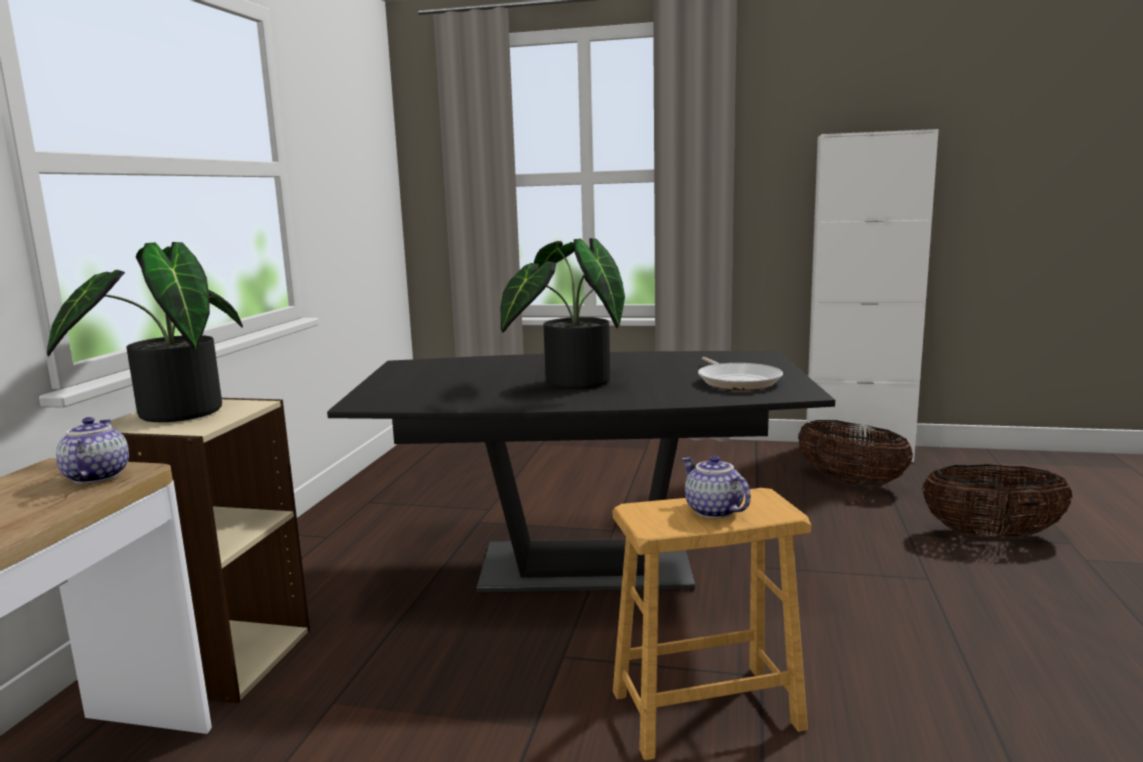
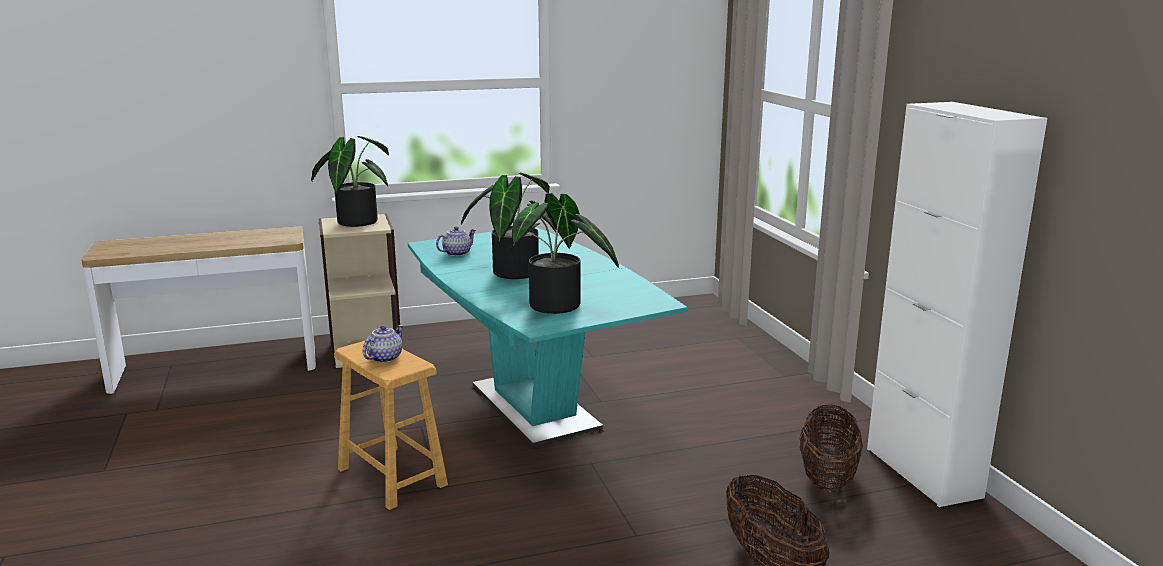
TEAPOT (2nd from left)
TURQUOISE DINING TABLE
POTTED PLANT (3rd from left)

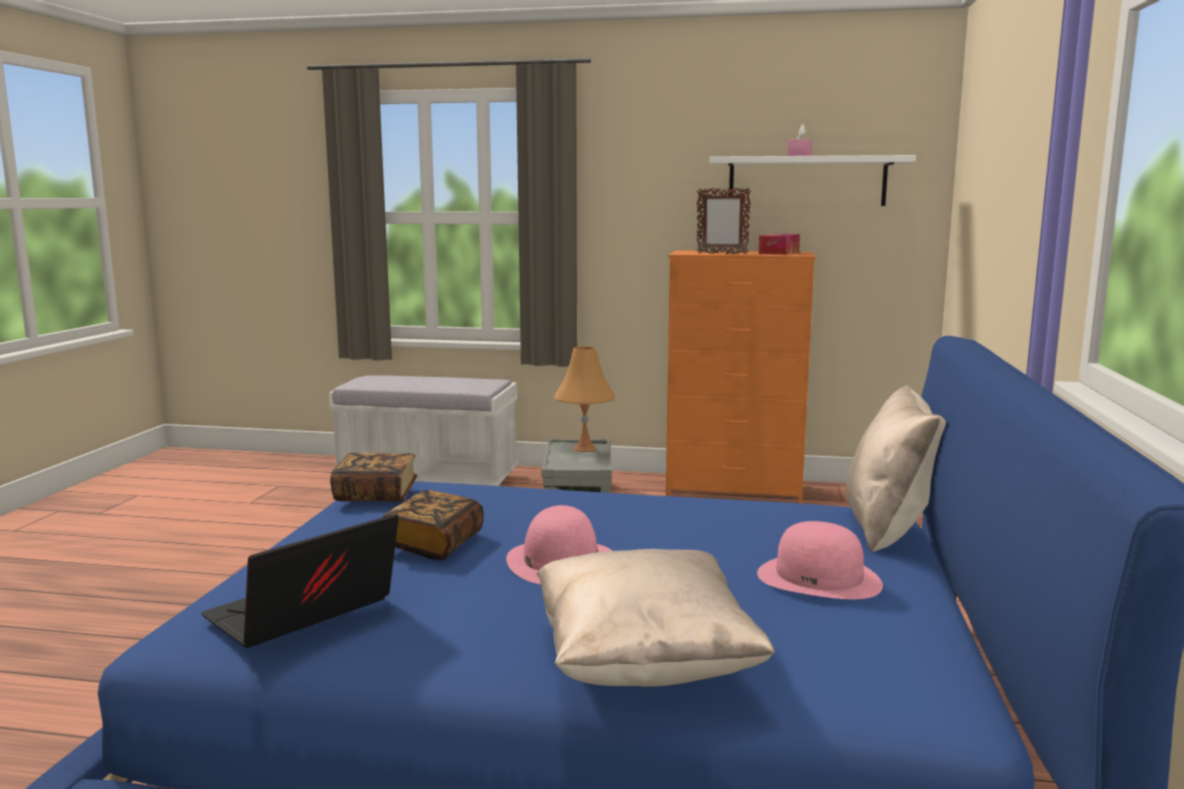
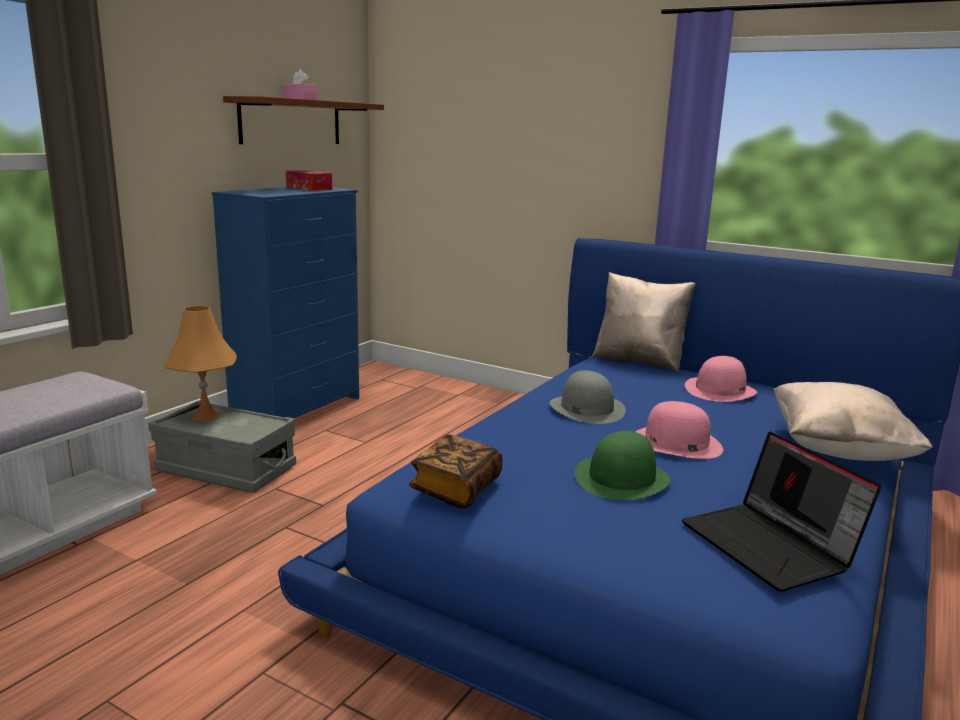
GREEN HAT
BLUE DRESSER
PICTURE FRAME
BROWN SHELF
GREY HAT

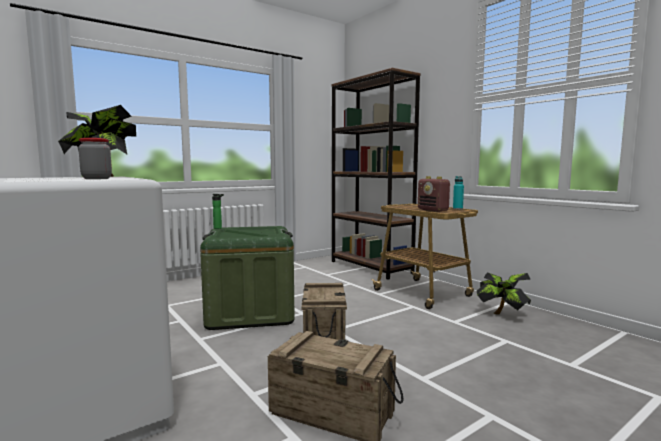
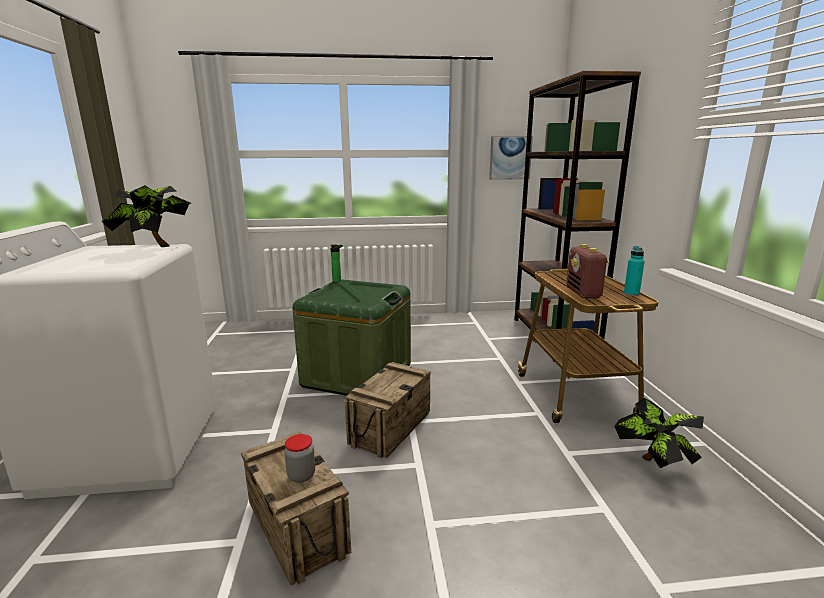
JAR
PICTURE

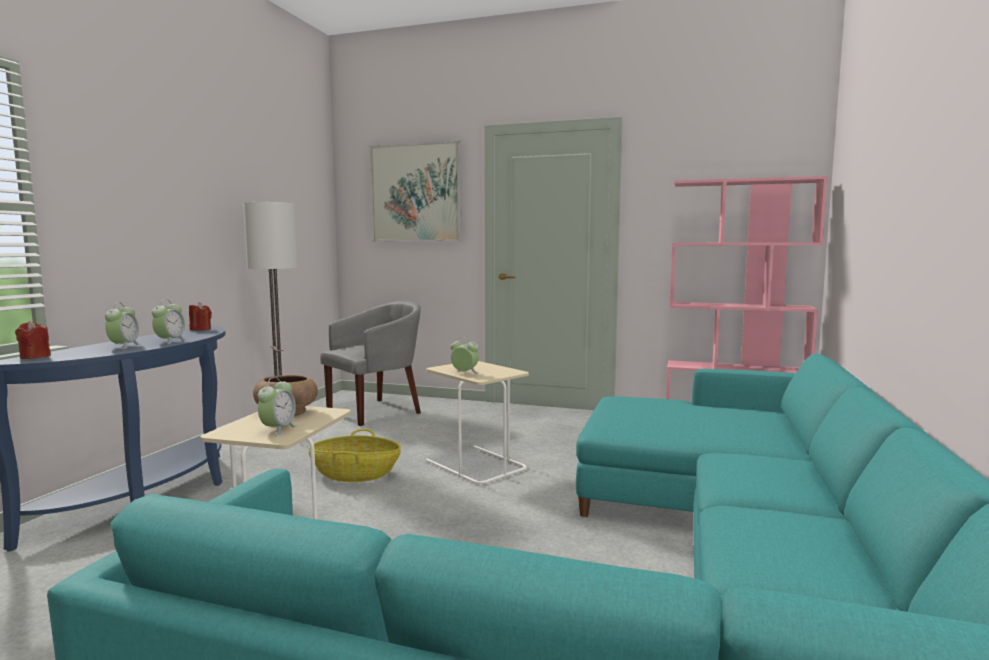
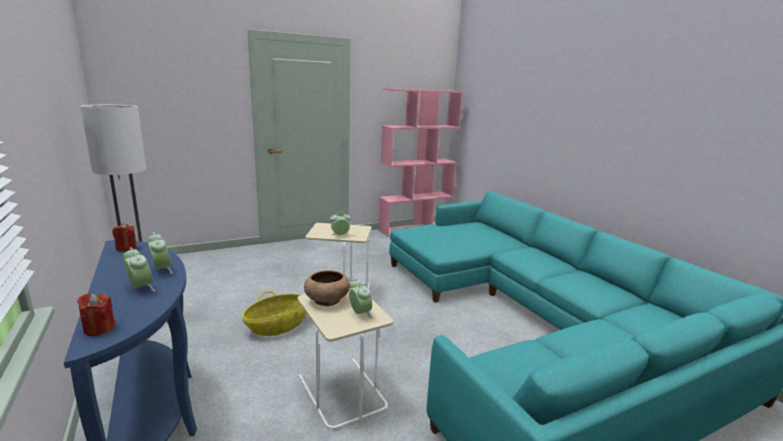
GREY ARMCHAIR
PICTURE

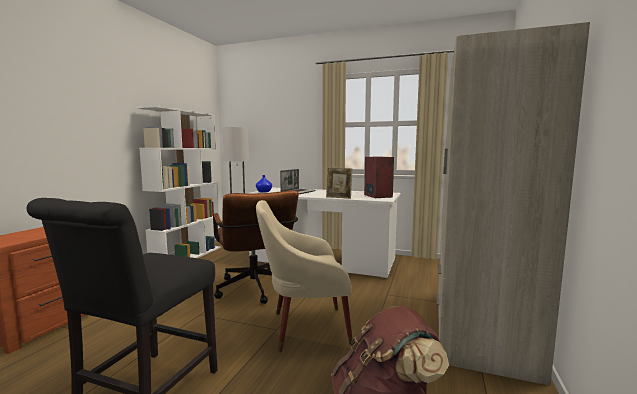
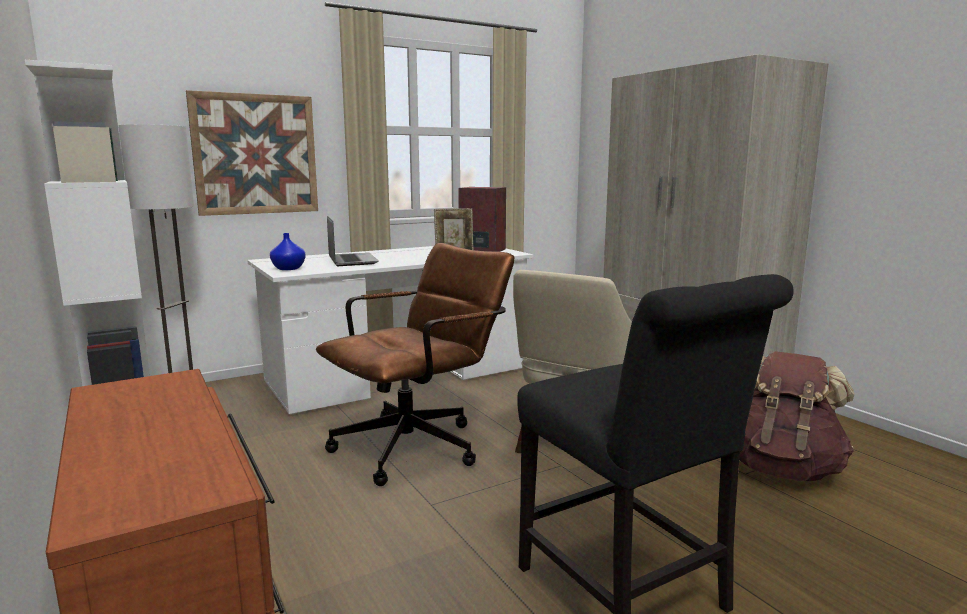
BROWN OFFICE CHAIR
PICTURE

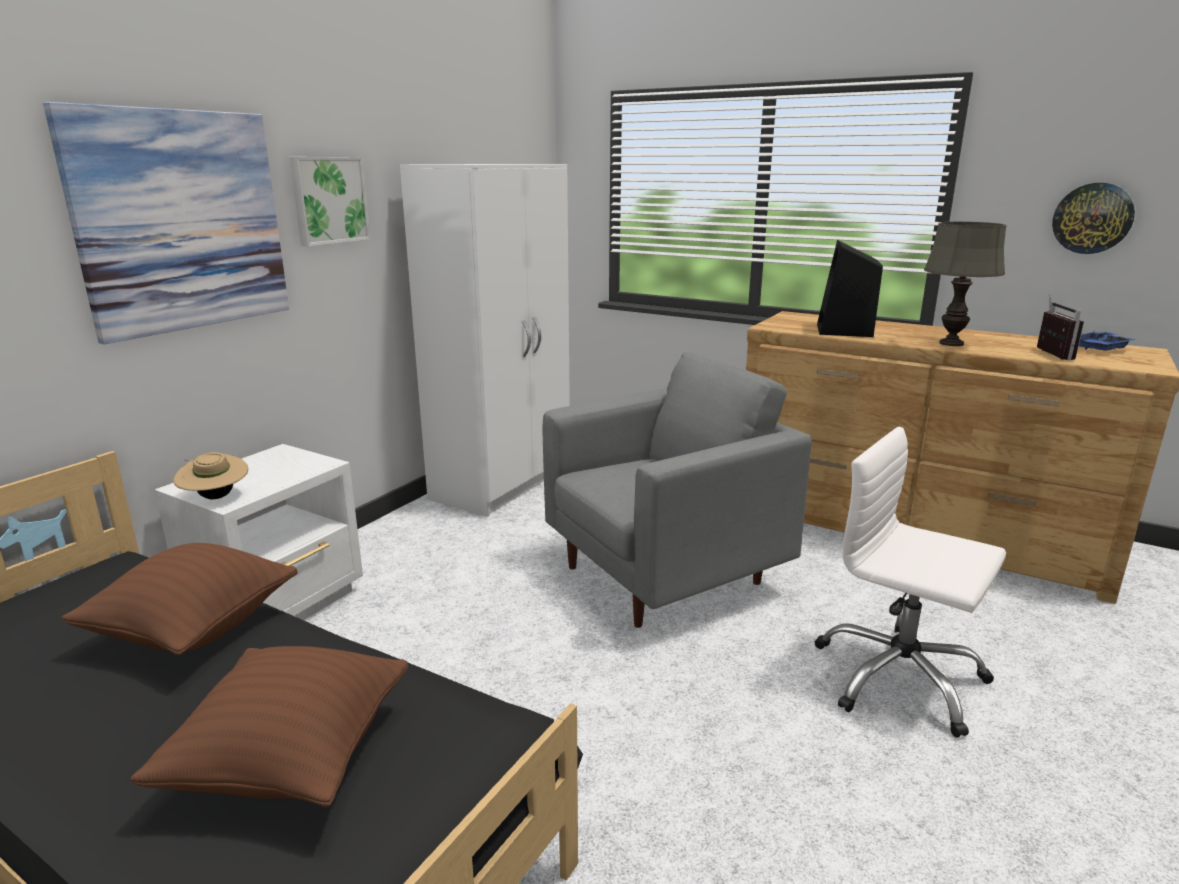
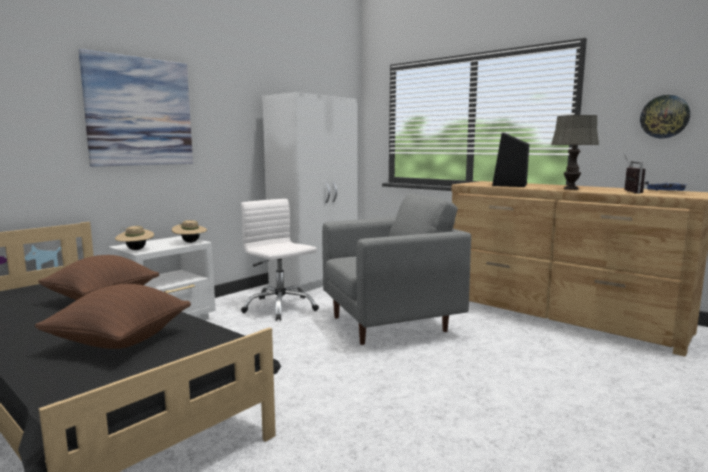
PICTURE (2nd from left in the first image)
WHITE OFFICE CHAIR
BEIGE HAT (2nd from left)

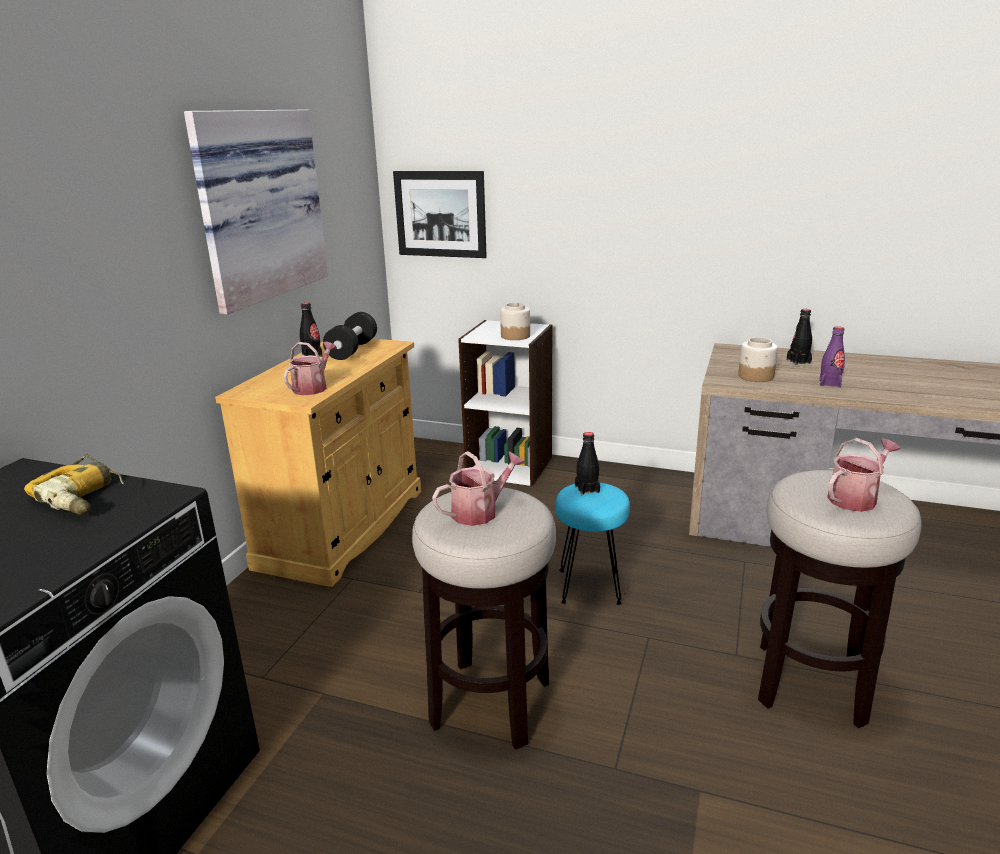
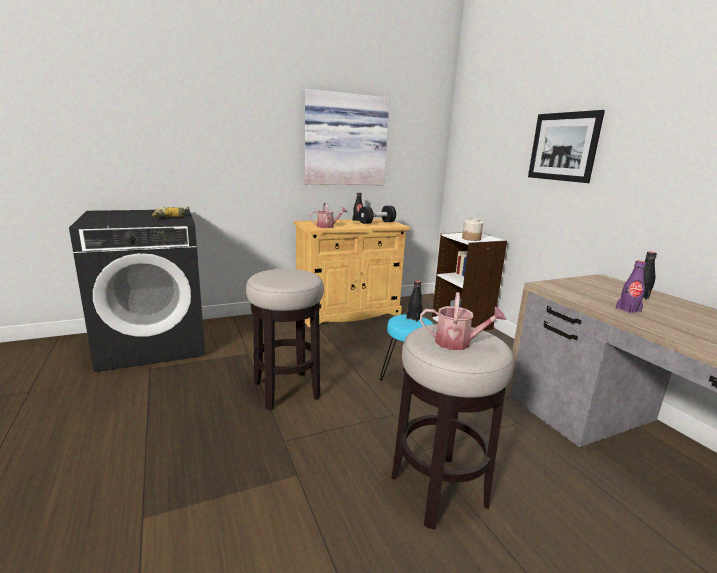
PICTURE (2nd from left)
WATERING CAN (2nd from left in the first image)
JAR (2nd from left in the first image)

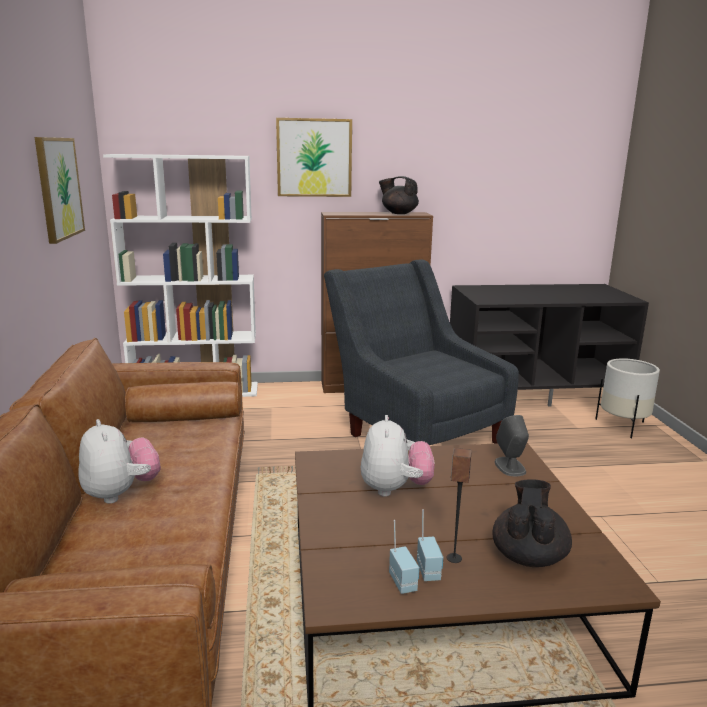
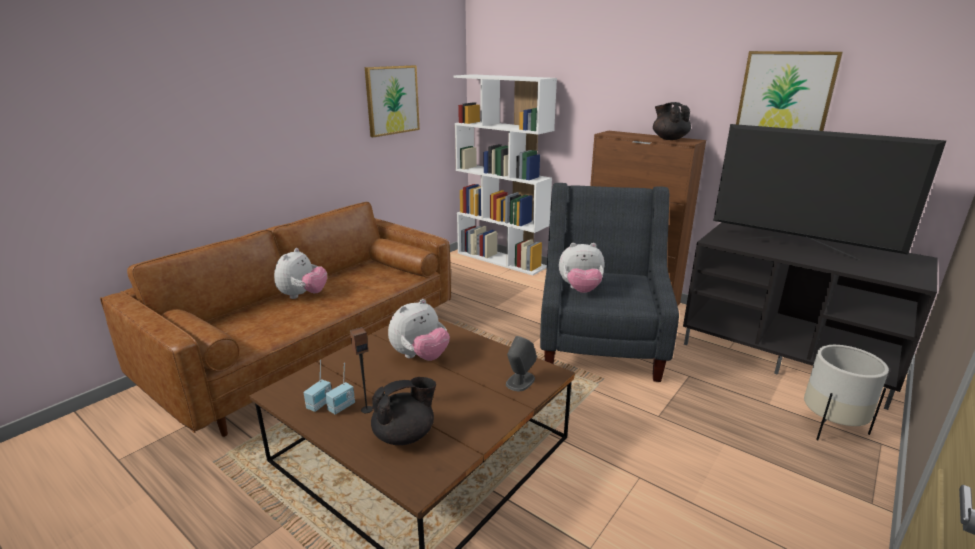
PICTURE (2nd from left)
PLUSH TOY (3rd from left)
TELEVISION

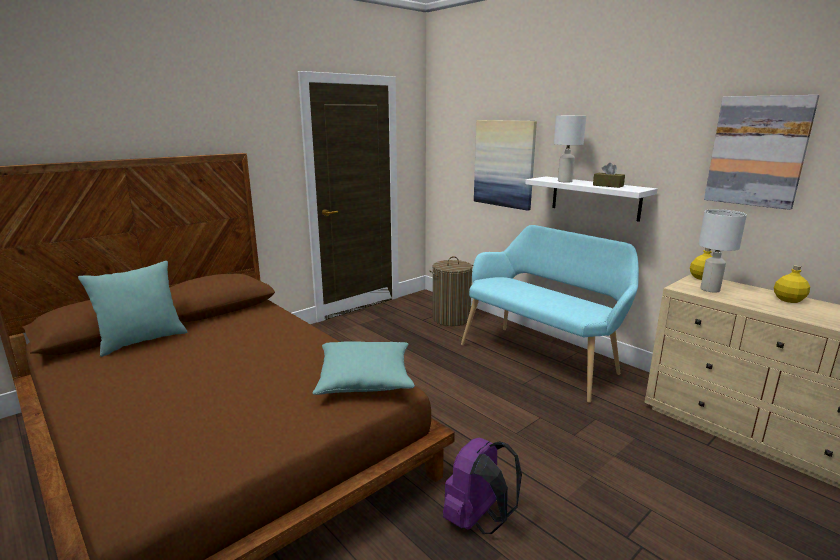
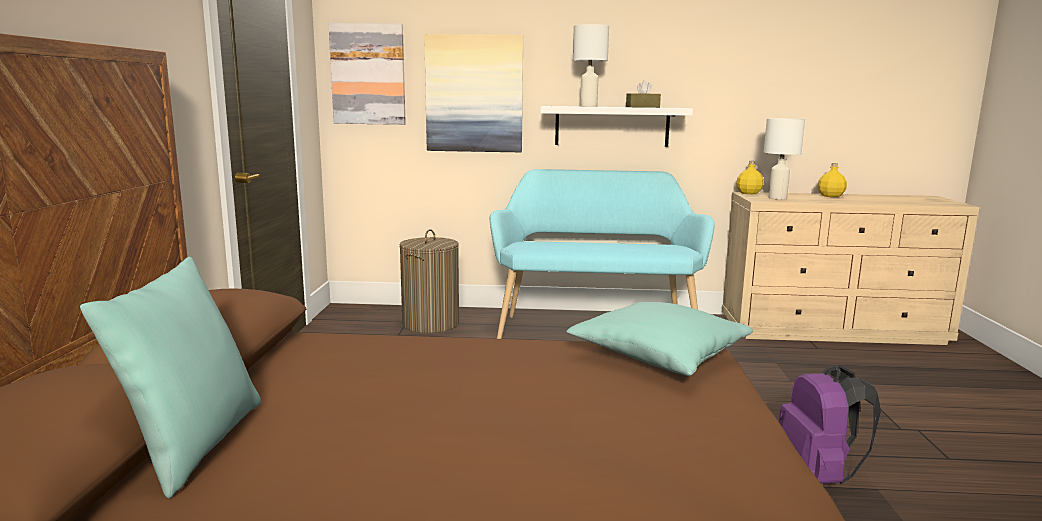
PICTURE (1st from left)

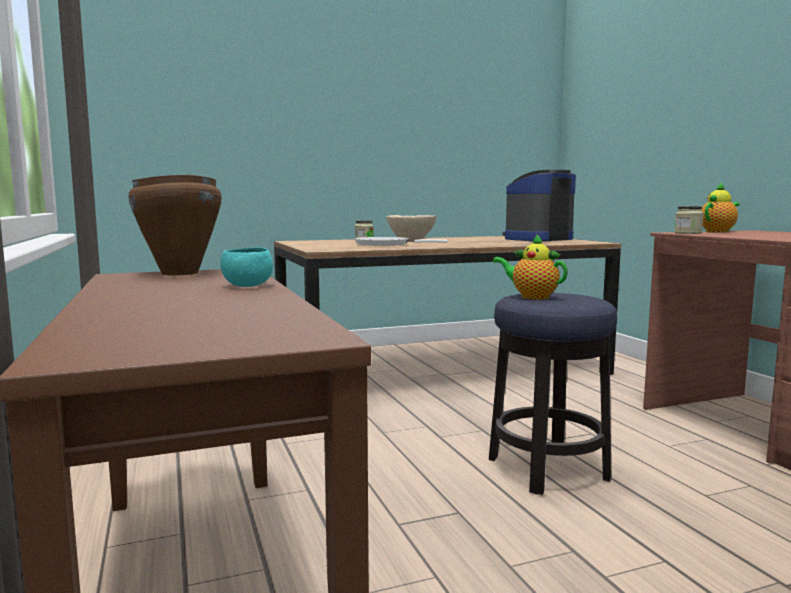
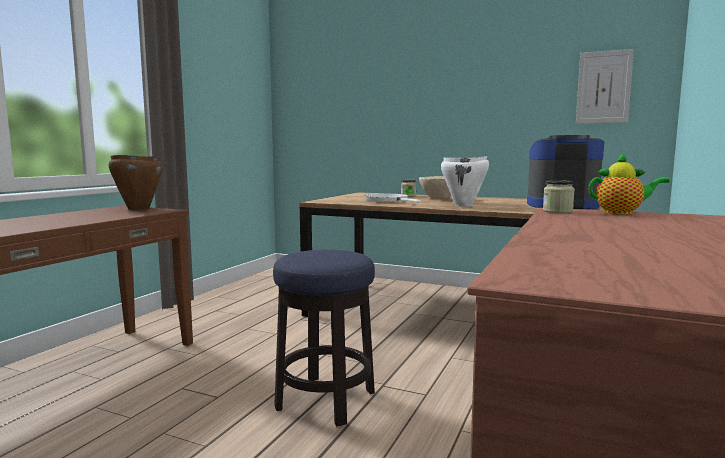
TURQUOISE BOWL
TEAPOT (1st from left in the first image)
WHITE COOKING POT
PICTURE

